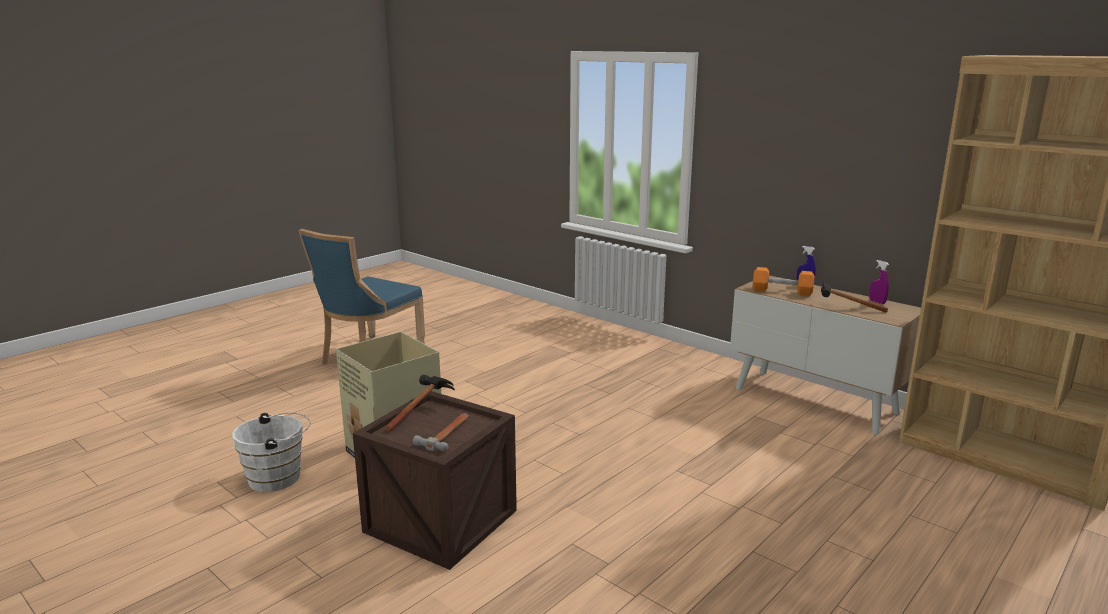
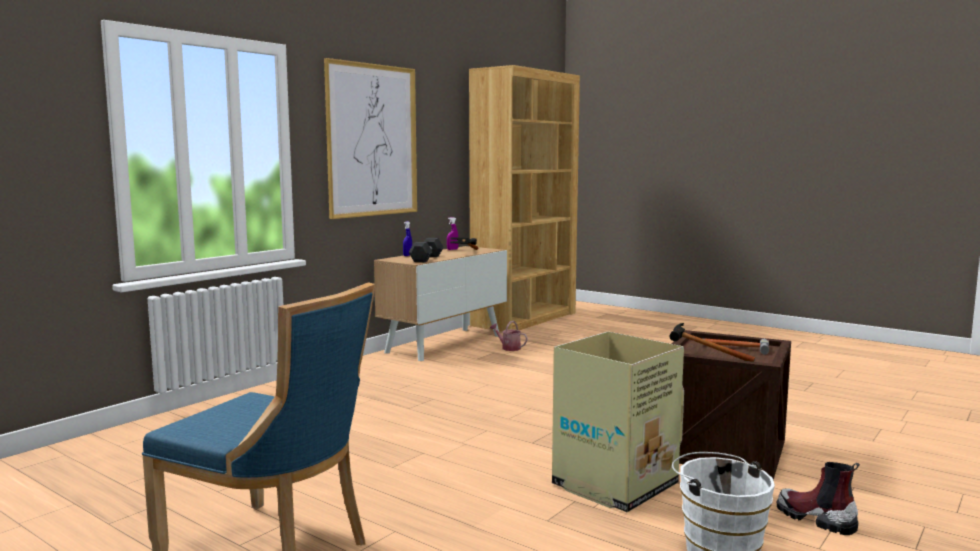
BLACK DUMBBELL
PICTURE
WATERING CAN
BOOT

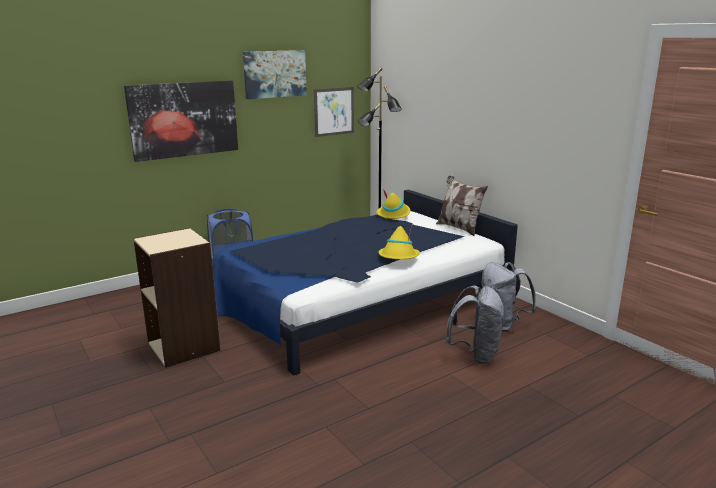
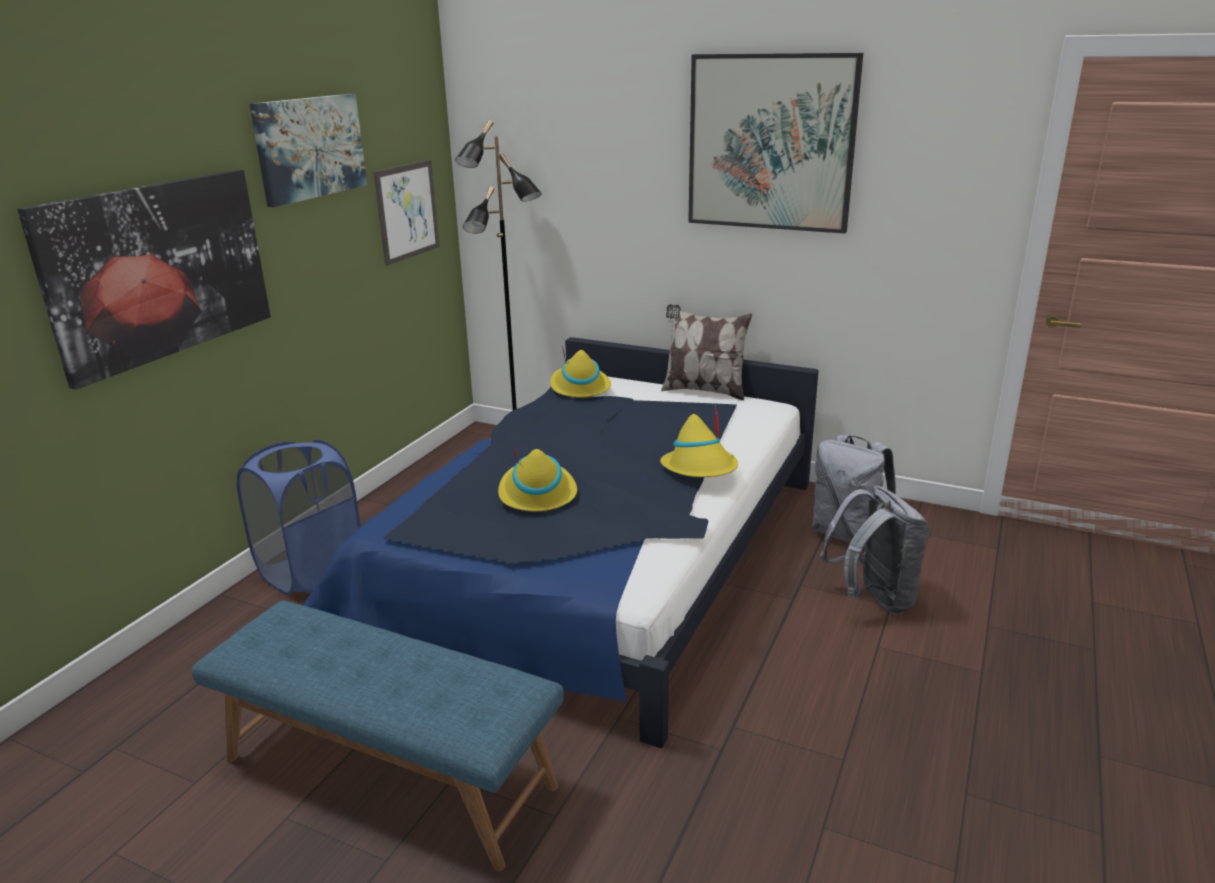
BLUE BENCH
YELLOW HAT (1st from left)
PICTURE (4th from left)

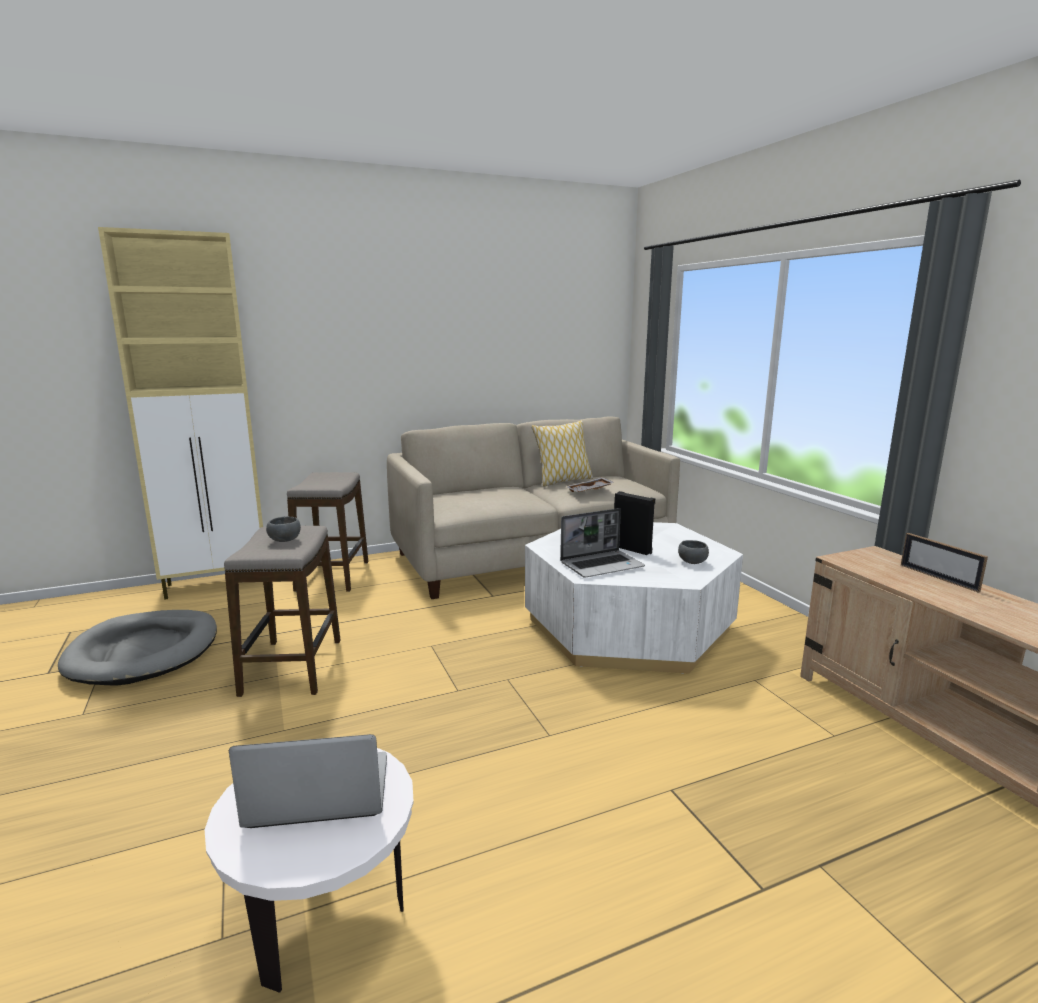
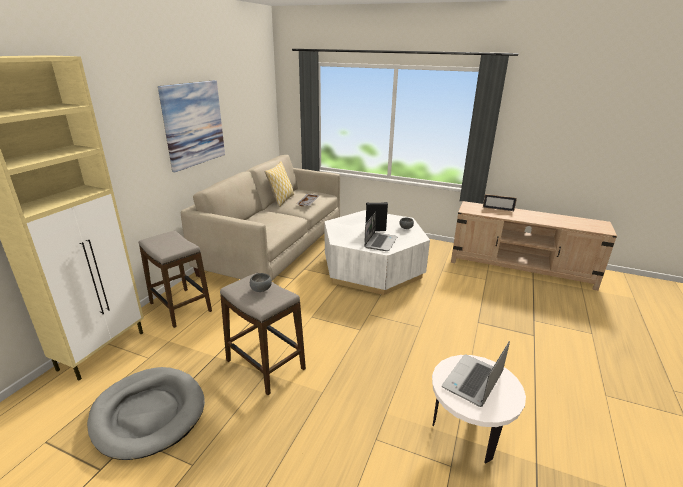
PICTURE

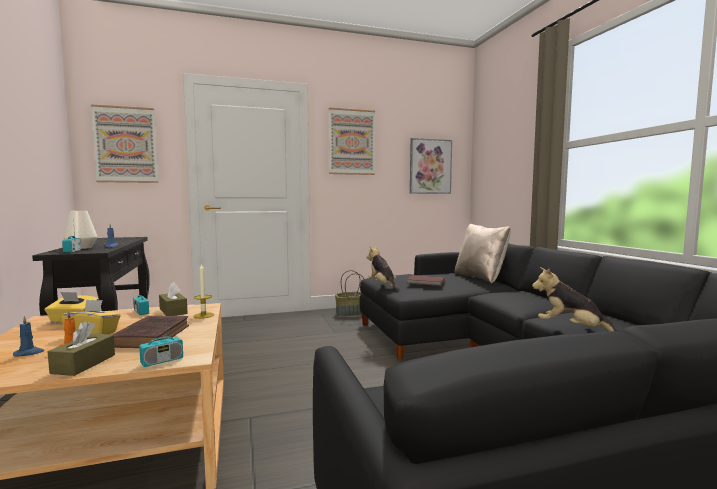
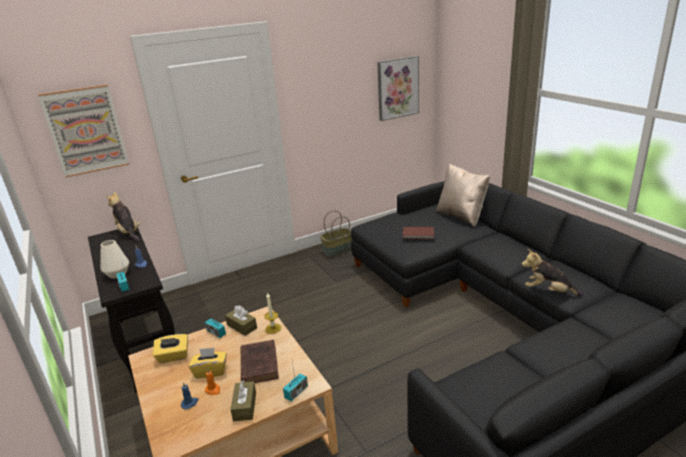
PICTURE (2nd from left in the first image)
PLUSH TOY (1st from left)

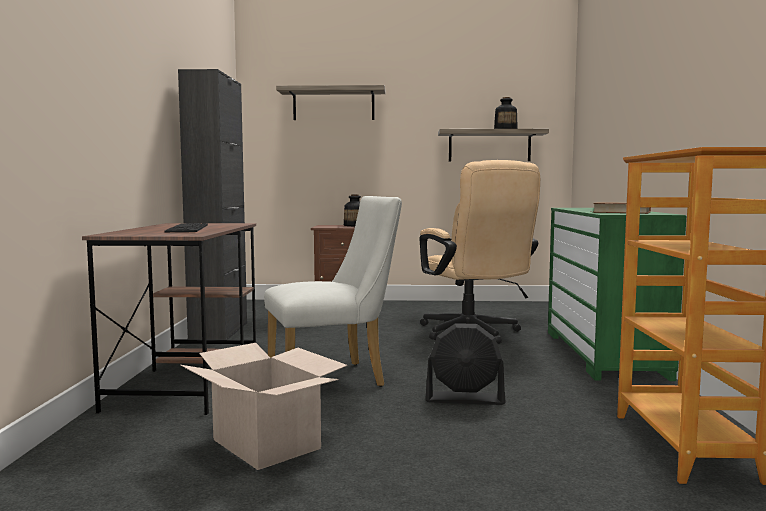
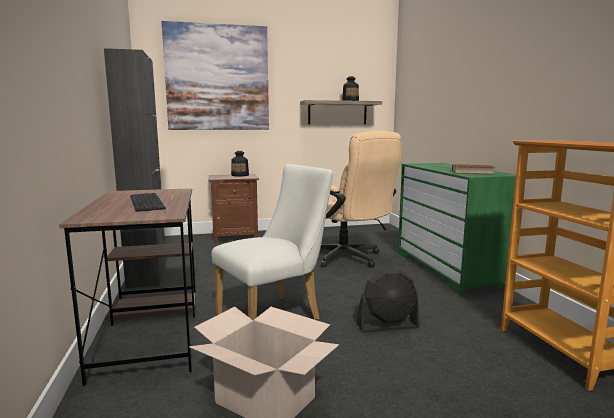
PICTURE

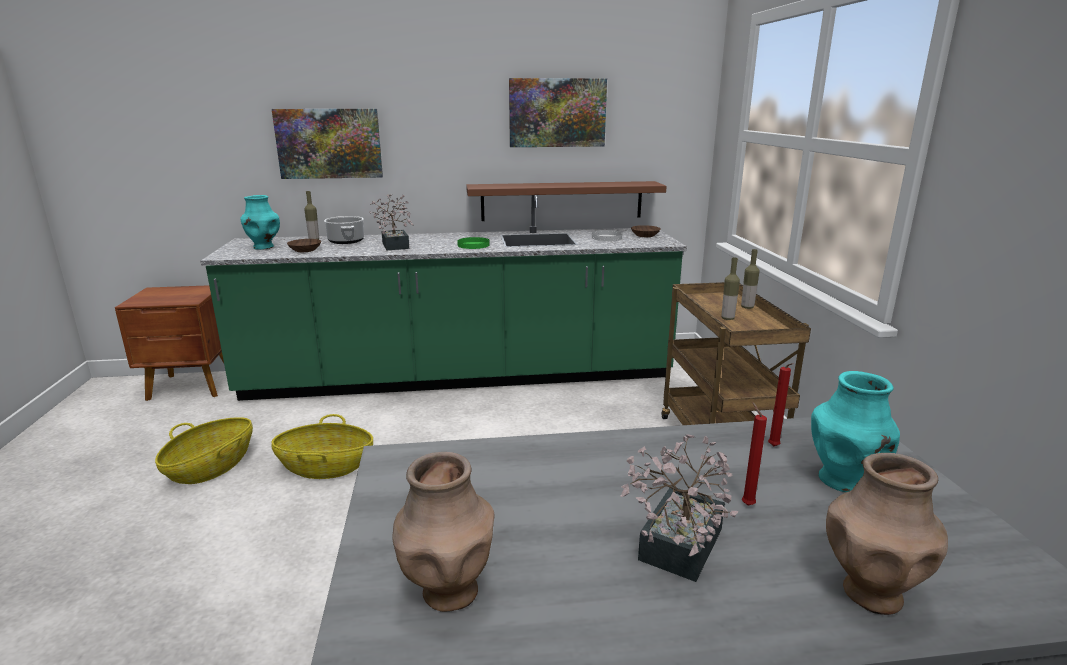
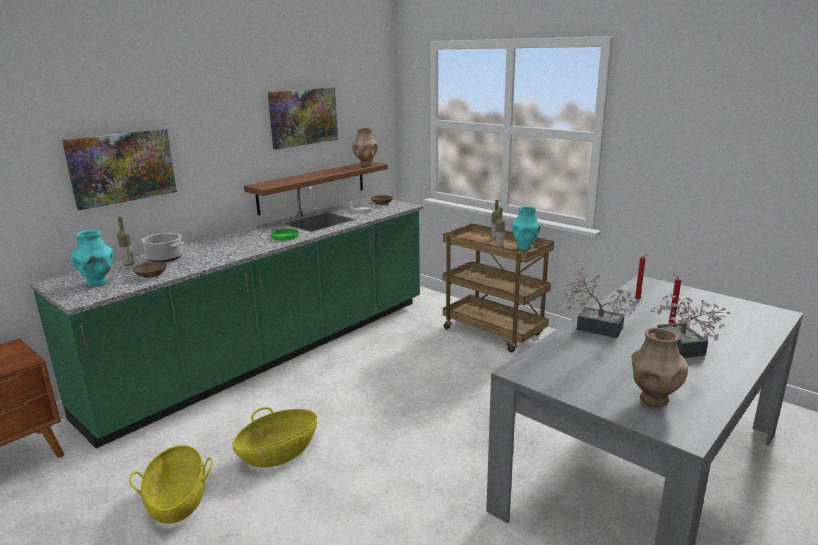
POTTED PLANT (1st from left)
TURQUOISE VASE (2nd from left)
BROWN VASE (1st from left)

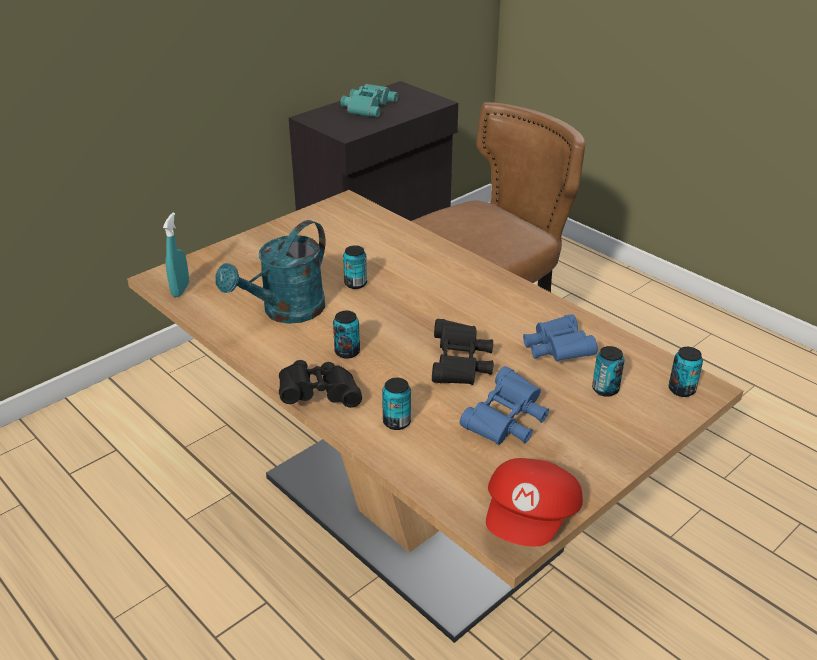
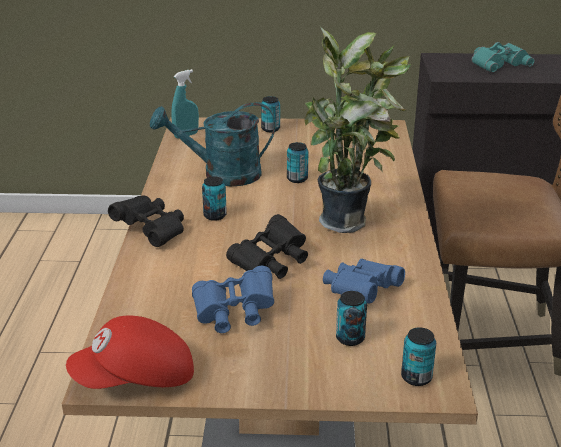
CAN (2nd from left)
POTTED PLANT

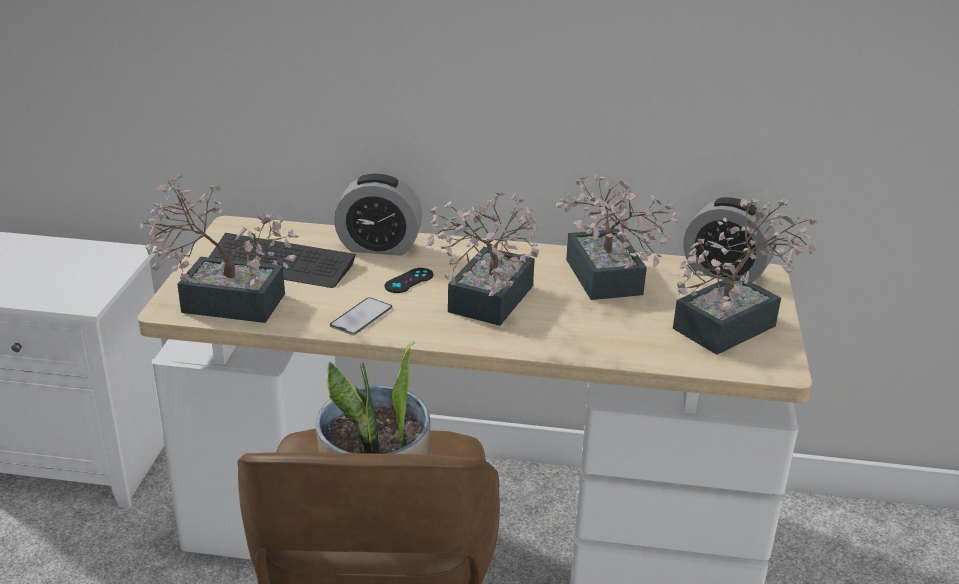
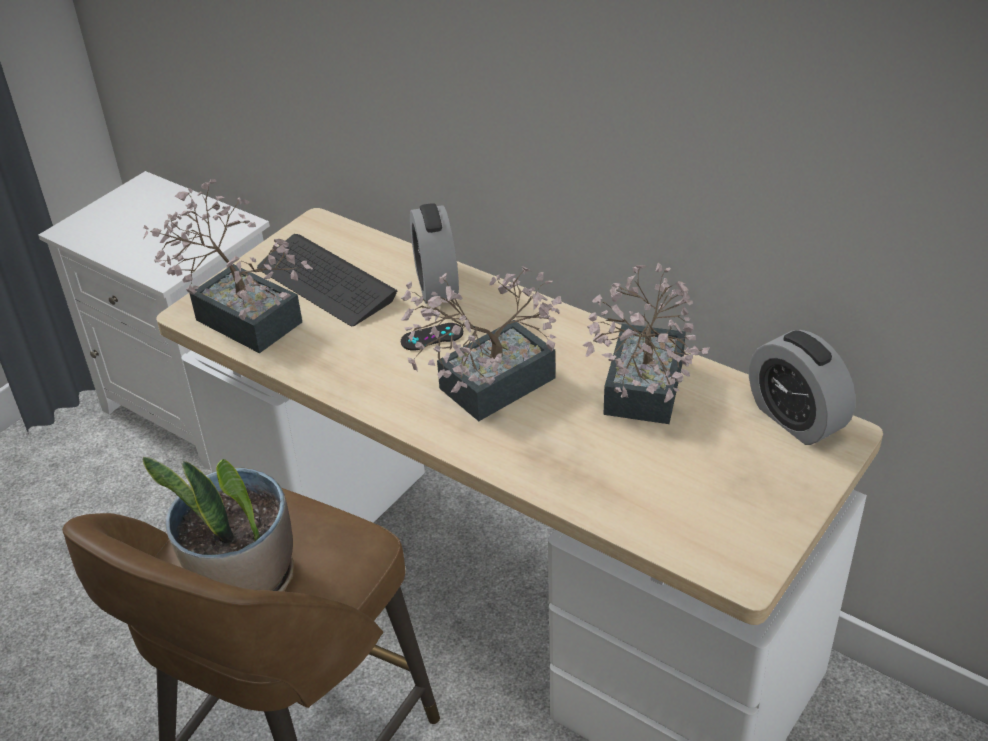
PHONE
ALARM CLOCK (1st from left)
POTTED PLANT (5th from left in the first image)

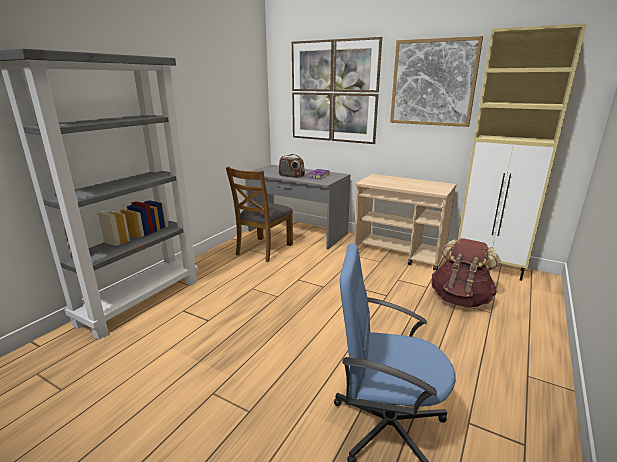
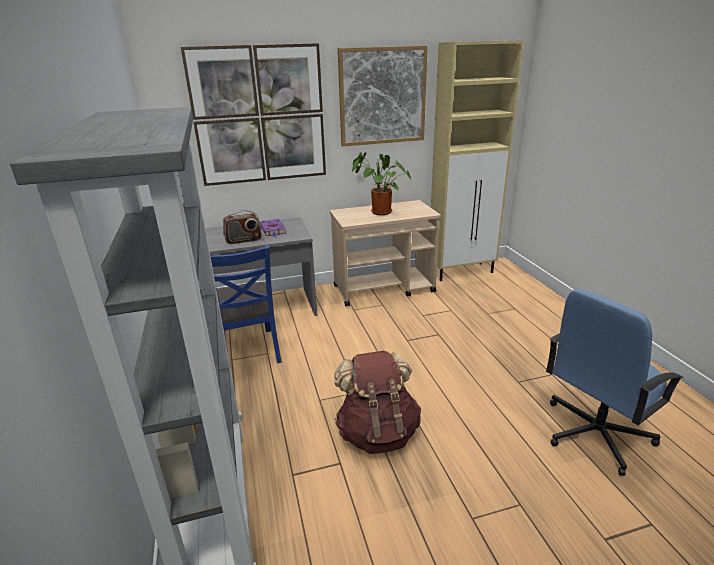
BLUE CHAIR
BROWN BACKPACK
POTTED PLANT

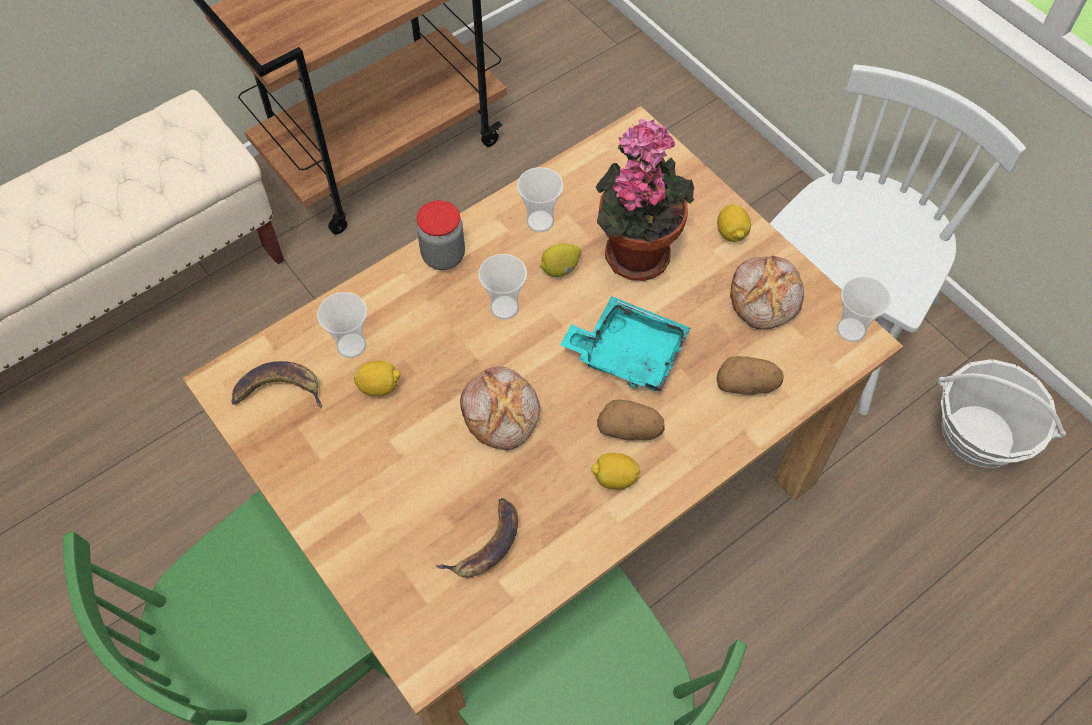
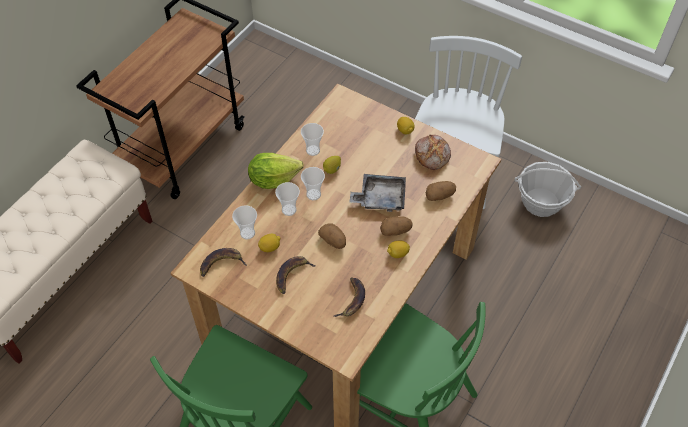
LETTUCE
POTATO (1st from left)
GREY TRAY
POTTED PLANT
CUP (2nd from left)
BANANA (2nd from left)

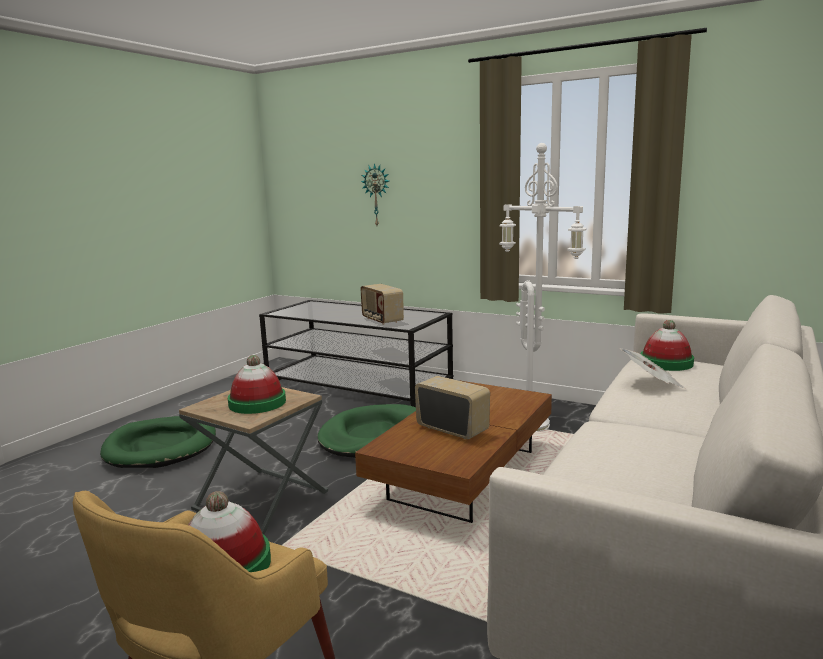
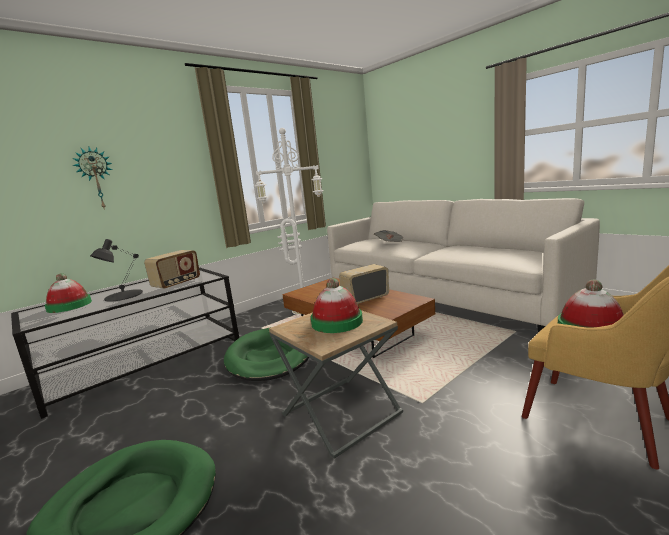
RADIO (1st from left)
HAT (1st from left)
BLACK TABLE LAMP

